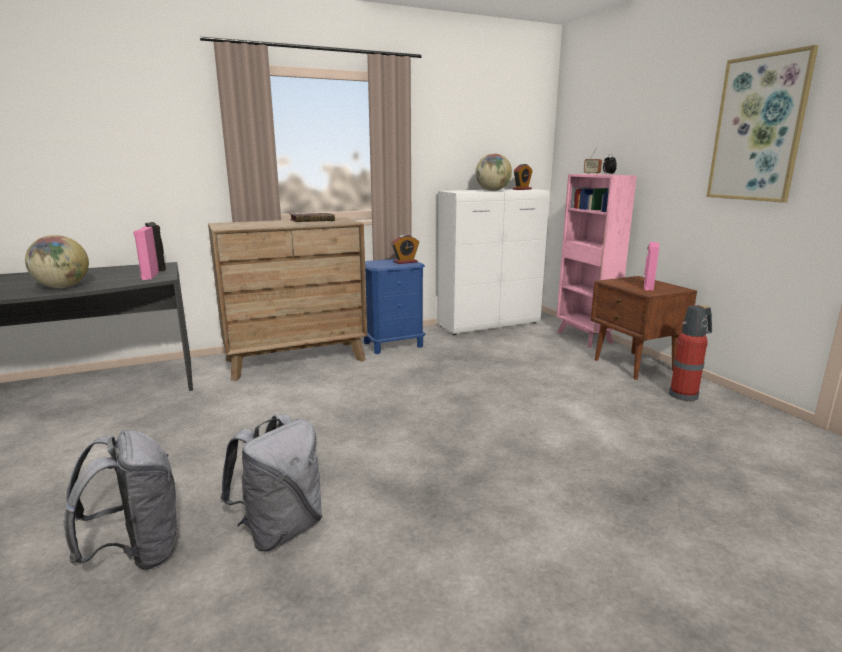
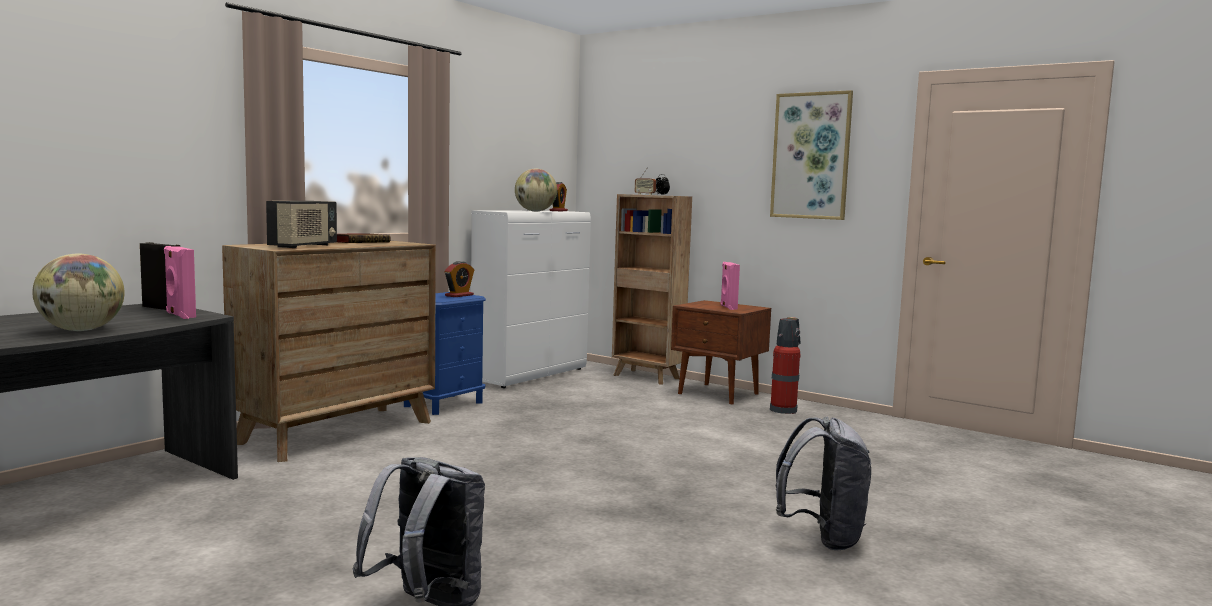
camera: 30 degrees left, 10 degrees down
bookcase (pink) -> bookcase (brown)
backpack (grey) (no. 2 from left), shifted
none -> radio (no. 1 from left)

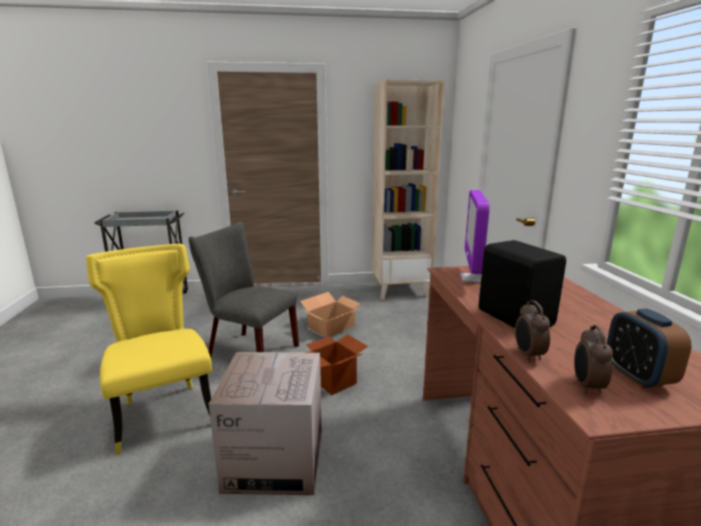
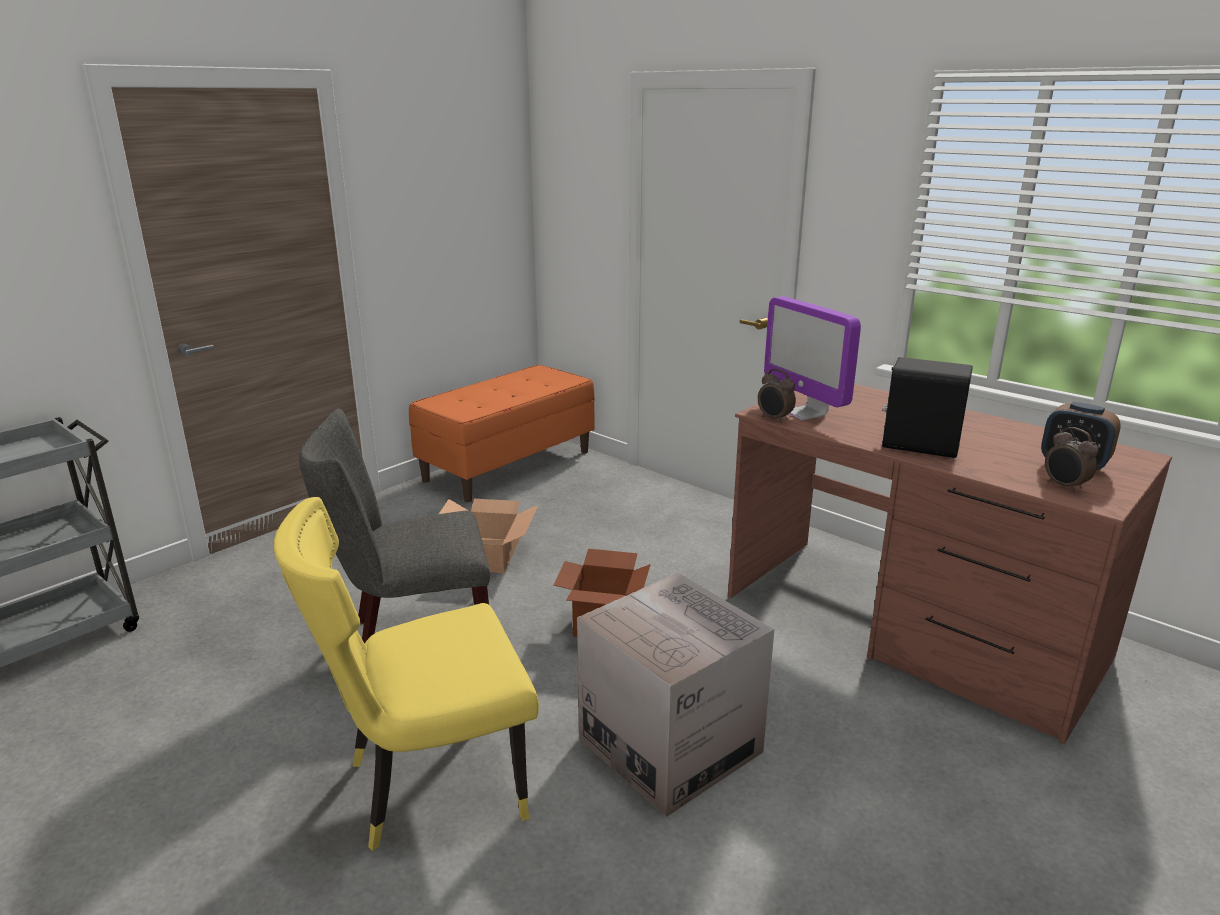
camera: 40 degrees left, 5 degrees up
bookcase (beige) -> bench (orange)
chair (yellow), 45 degrees counterclockwise
alarm clock (no. 1 from left), shifted

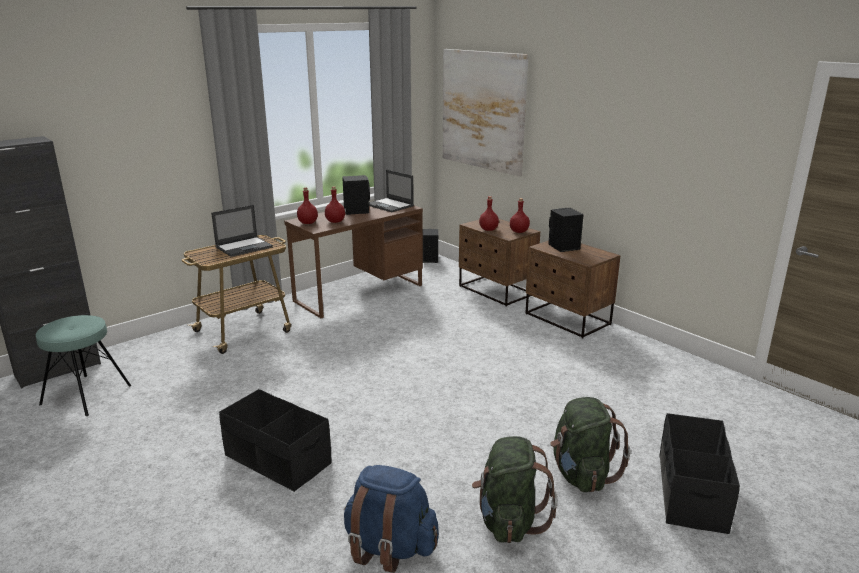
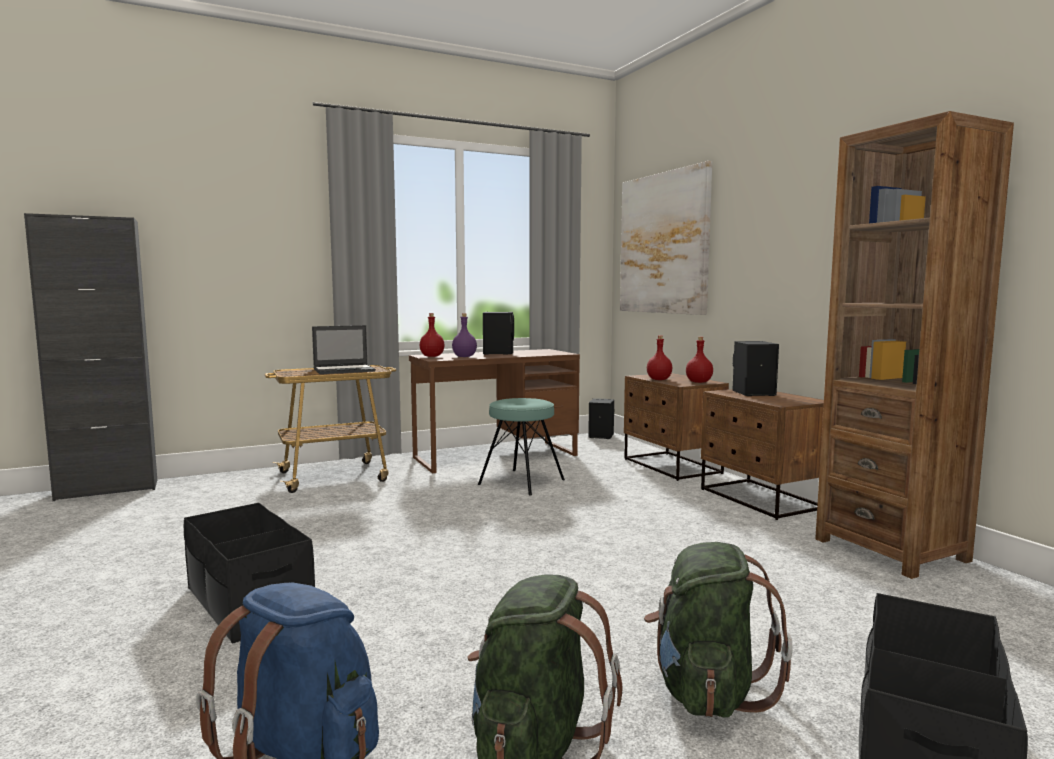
camera: 15 degrees right, 15 degrees down
laptop (no. 2 from left) -> none
bottle (red) (no. 2 from left) -> bottle (purple)
stool (turquoise), shifted
none -> bookcase (brown)

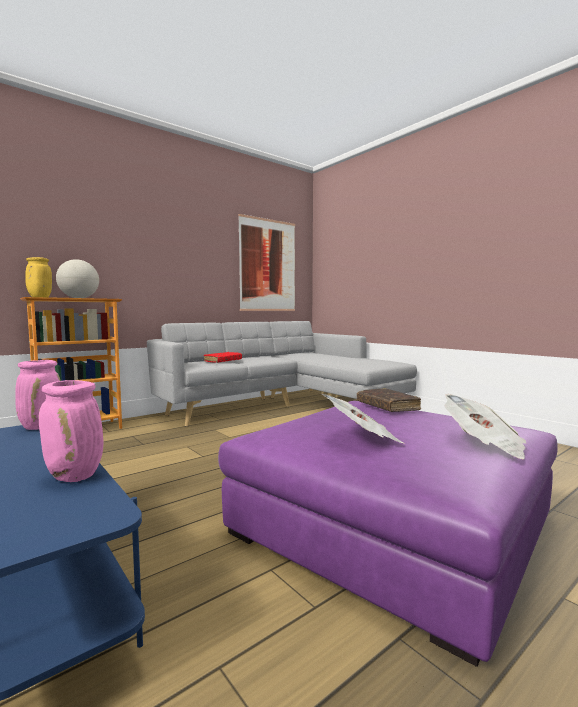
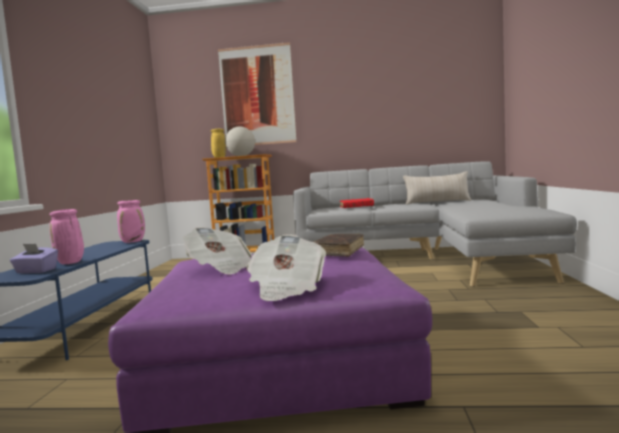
camera: 45 degrees right, 0 degrees up
picture, shifted
none -> pillow (beige)
none -> tissue box (purple)

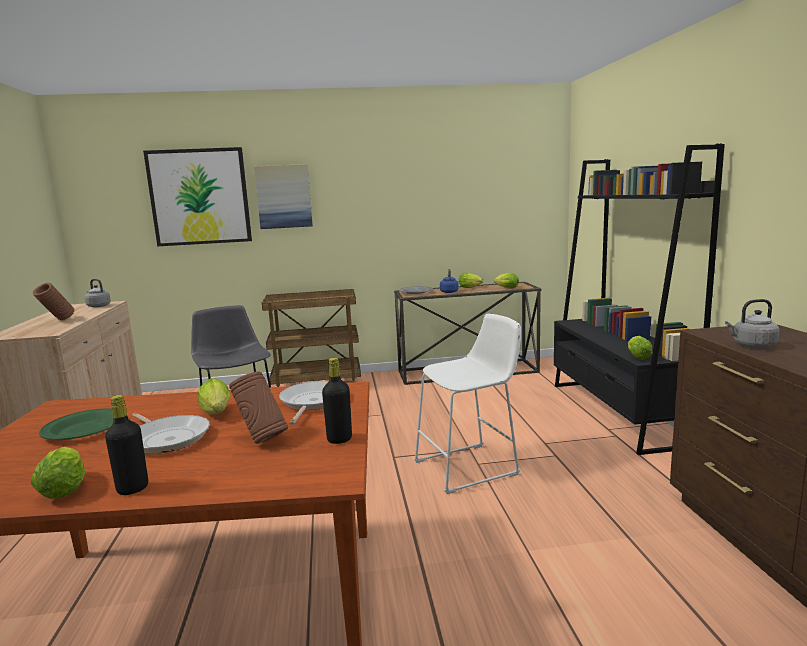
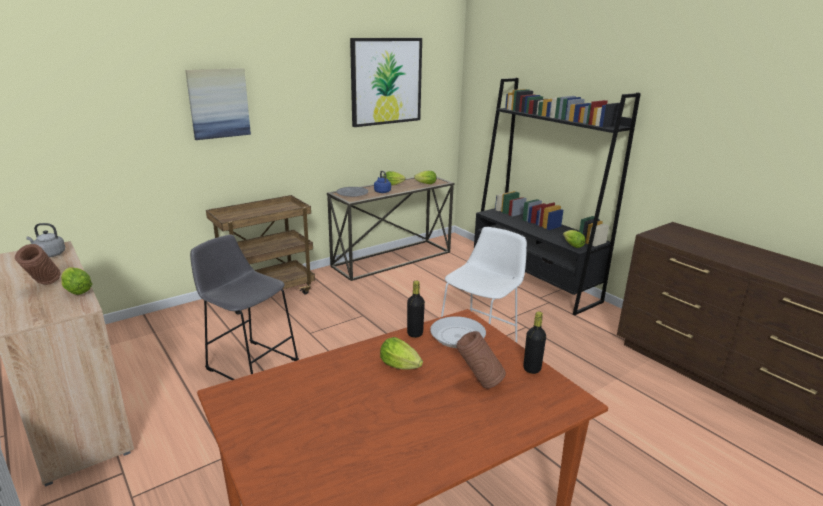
camera: 30 degrees left, 10 degrees up
picture (no. 1 from left in the first image) -> picture (no. 2 from left), shifted
kettle (grey) (no. 2 from left) -> none
bottle (black) (no. 1 from left), shifted
plate (green) -> none
frying pan (no. 1 from left) -> none
lettuce (no. 1 from left), shifted

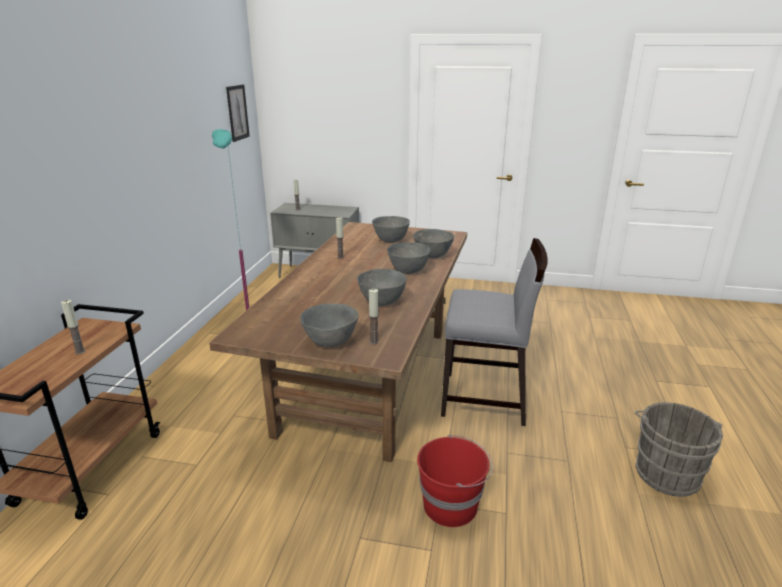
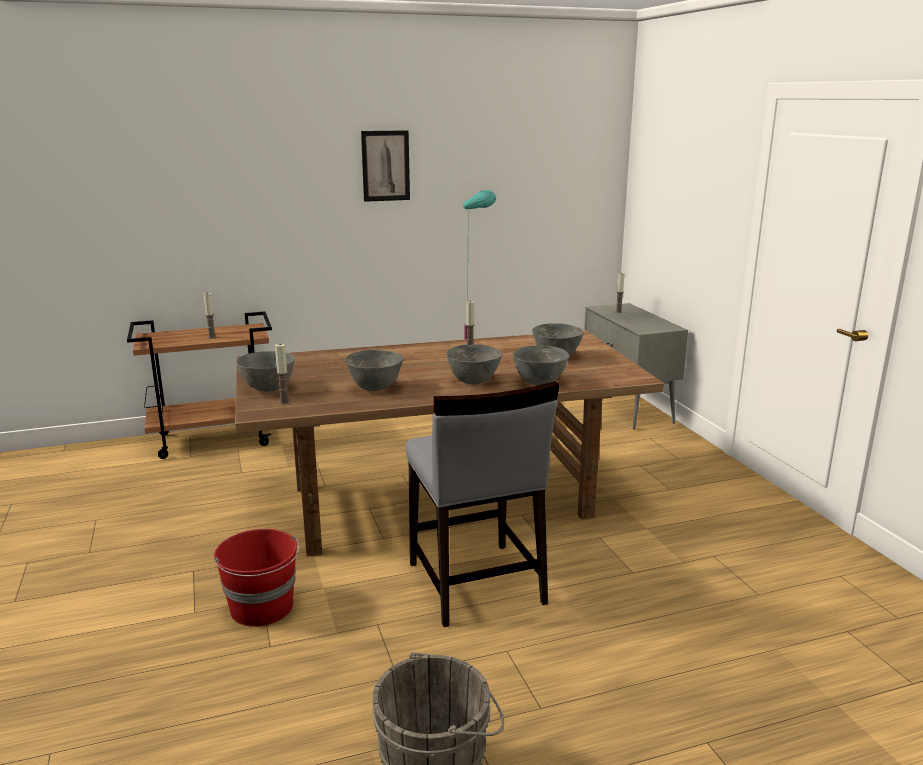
camera: 60 degrees right, 5 degrees down
picture, shifted

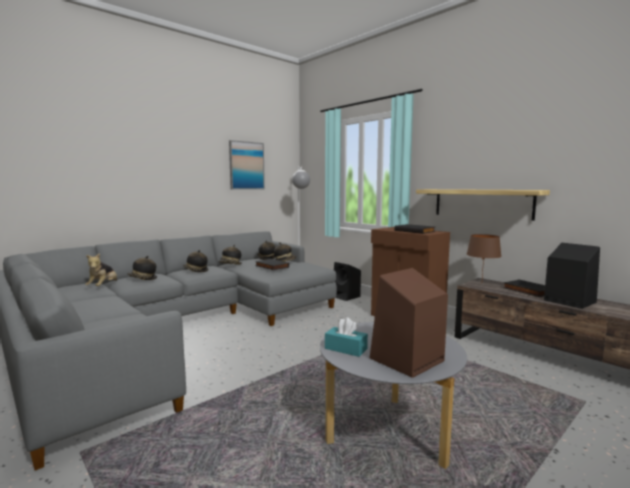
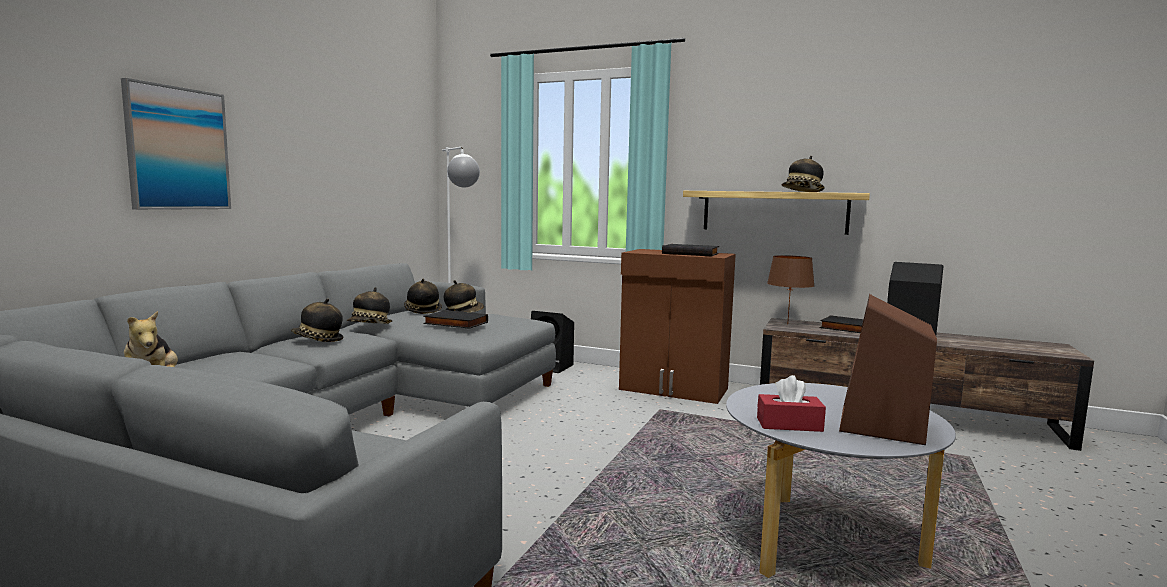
camera: 25 degrees left, 0 degrees up
picture, shifted
hat (no. 1 from left in the first image) -> hat (no. 5 from left), shifted
tissue box (turquoise) -> tissue box (red)

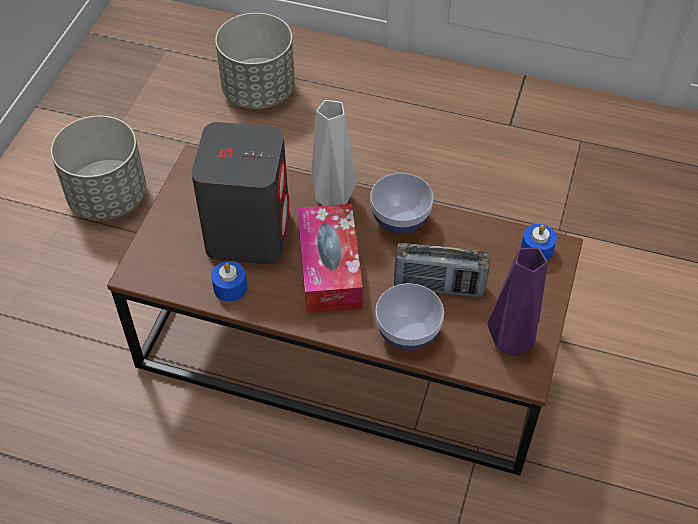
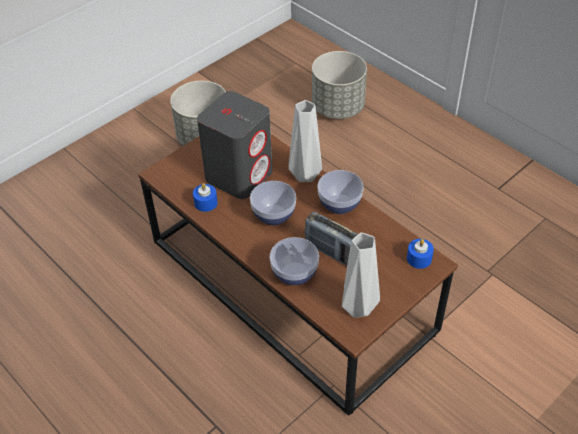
camera: 30 degrees right, 5 degrees down
tissue box -> bowl (no. 1 from left)
vase (purple) -> vase (grey) (no. 2 from left)

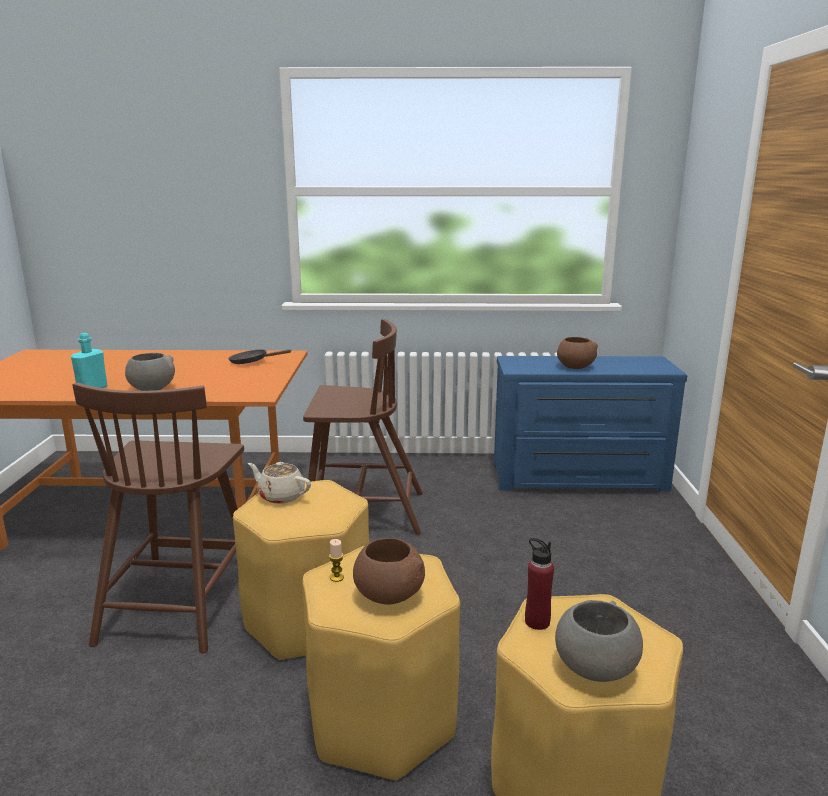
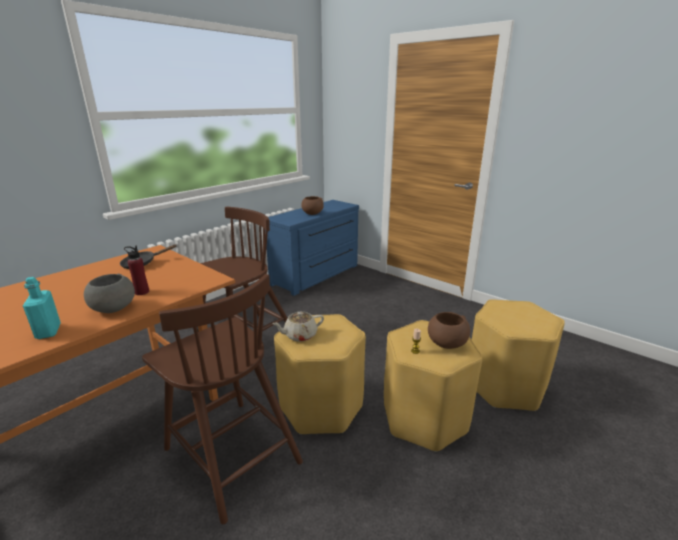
camera: 50 degrees left, 5 degrees up
bottle (red), shifted
bowl (grey) (no. 2 from left) -> none

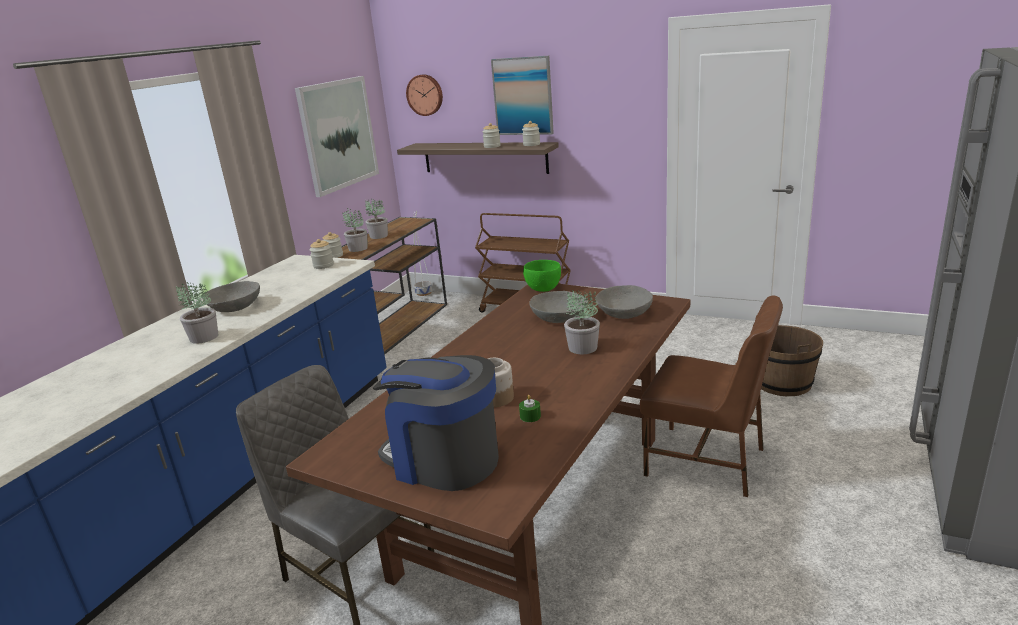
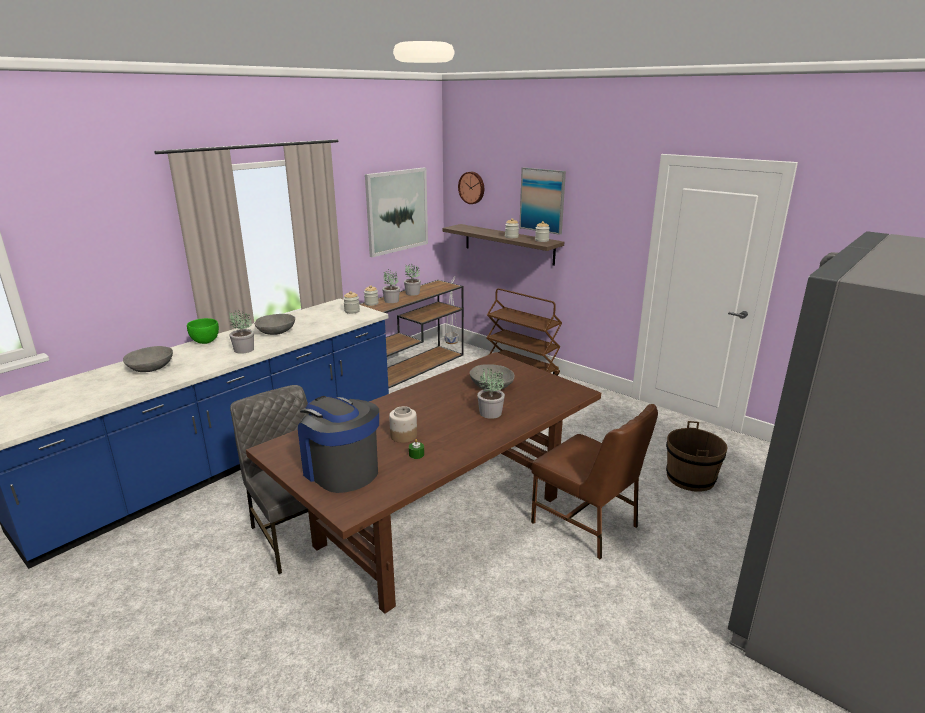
camera: 15 degrees right, 0 degrees up
bowl (green), shifted
bowl (grey) (no. 3 from left in the first image) -> bowl (grey) (no. 1 from left), shifted

